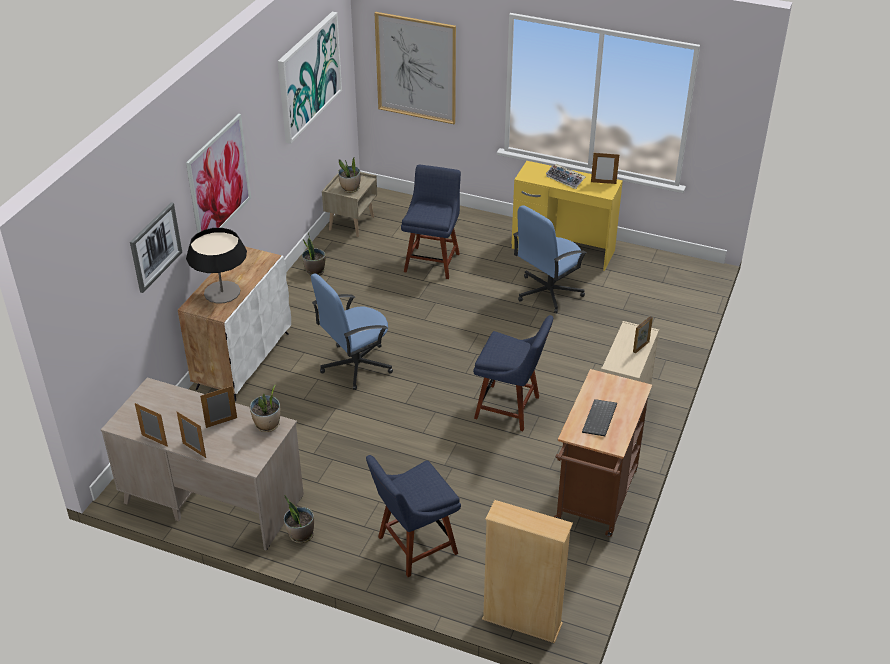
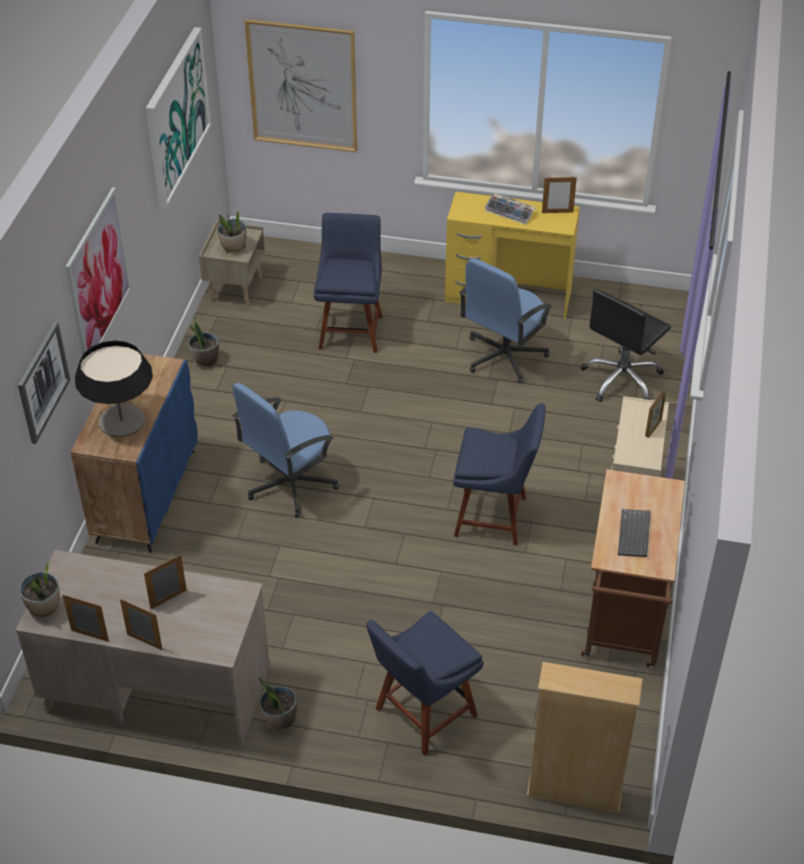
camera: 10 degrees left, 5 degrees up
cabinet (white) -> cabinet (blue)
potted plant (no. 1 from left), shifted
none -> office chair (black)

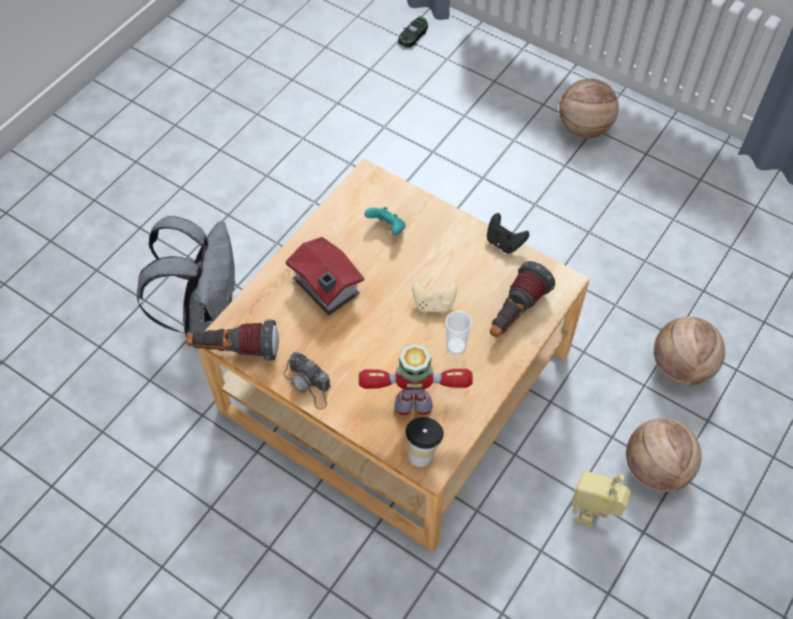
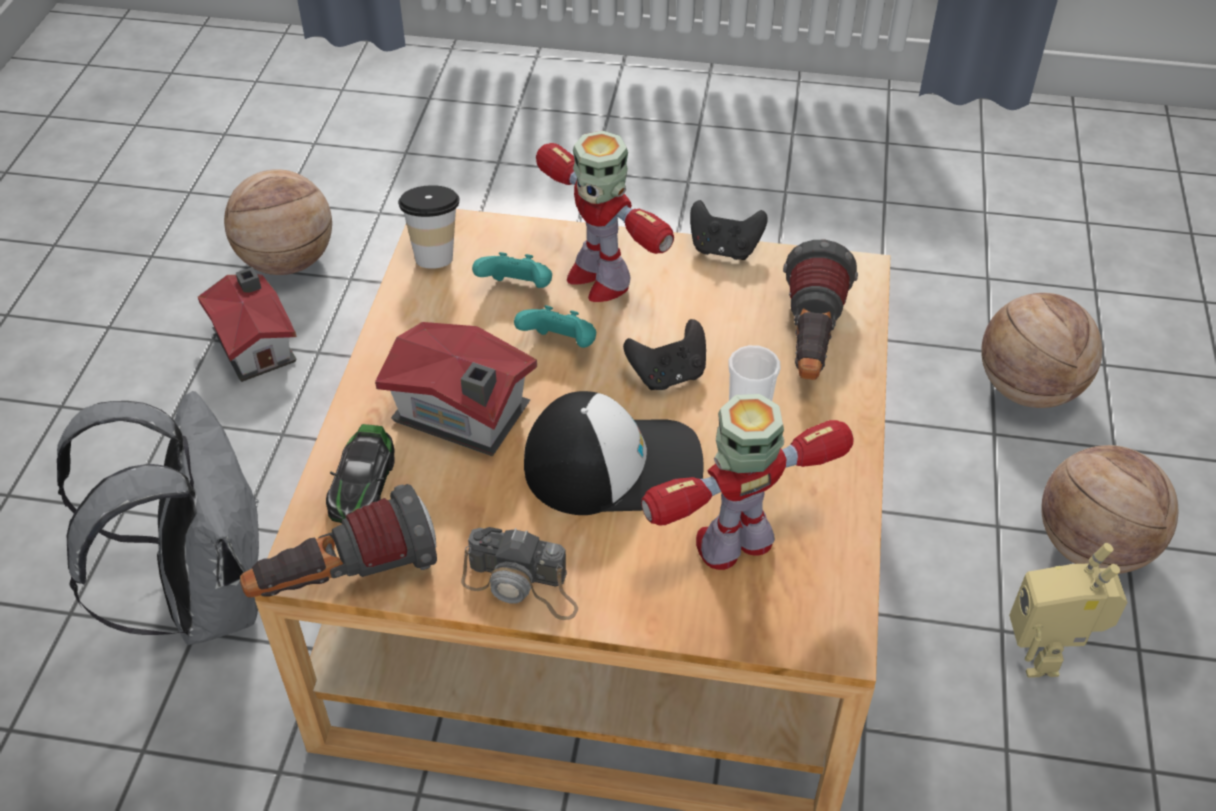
camera: 25 degrees left, 10 degrees down
toy car, shifted
basketball (no. 1 from left), shifted
game controller (beige) -> game controller (black) (no. 1 from left)
cup (no. 1 from left), shifted
none -> toy robot (no. 1 from left)
none -> toy house (no. 1 from left)
none -> game controller (turquoise) (no. 2 from left)
none -> cap

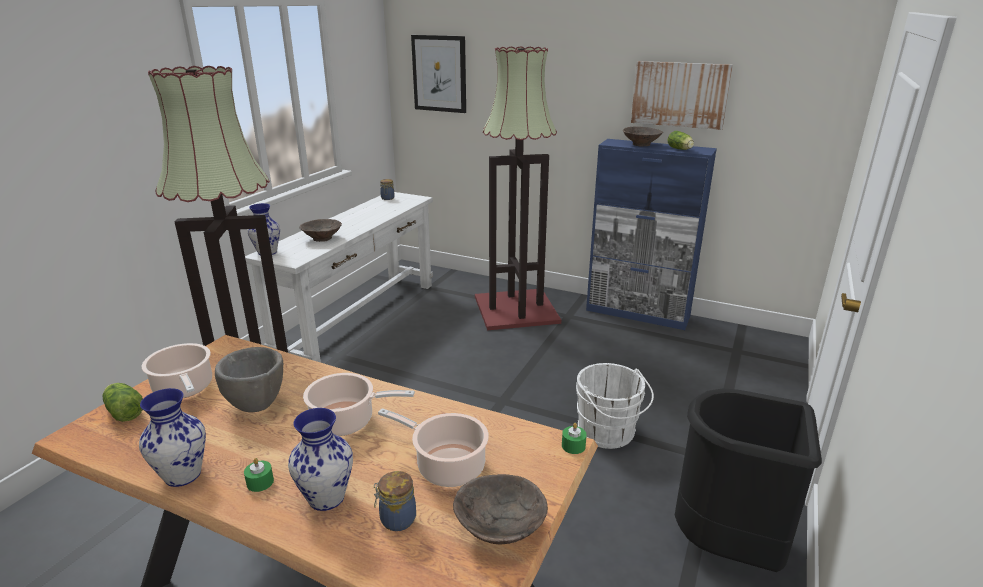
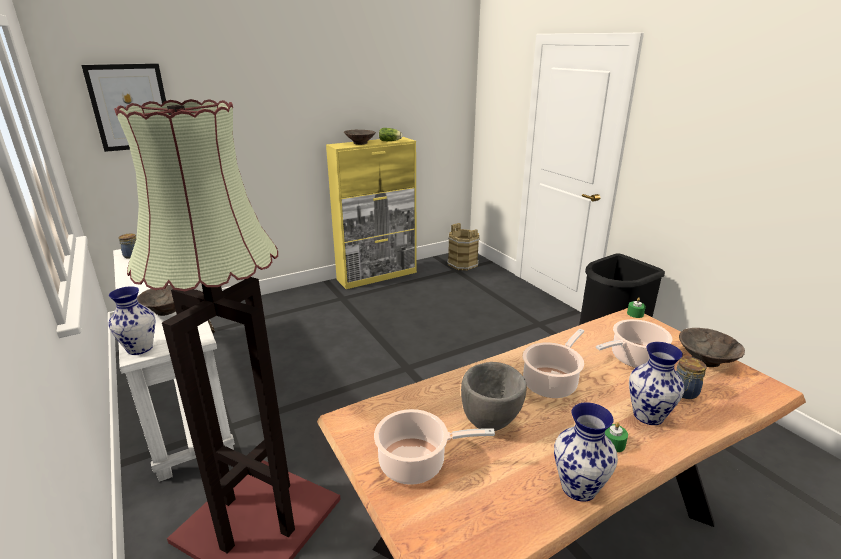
camera: 55 degrees left, 0 degrees up
floor lamp (no. 2 from left) -> none
picture (no. 2 from left) -> none
cabinet (blue) -> cabinet (yellow)
bucket (white) -> none
lettuce (no. 1 from left) -> none
none -> bucket (brown)

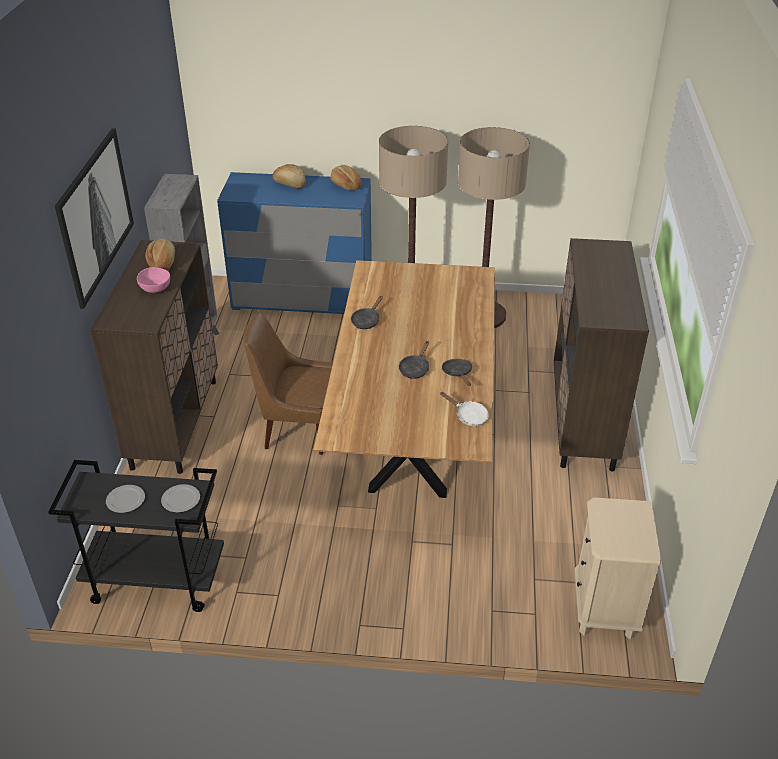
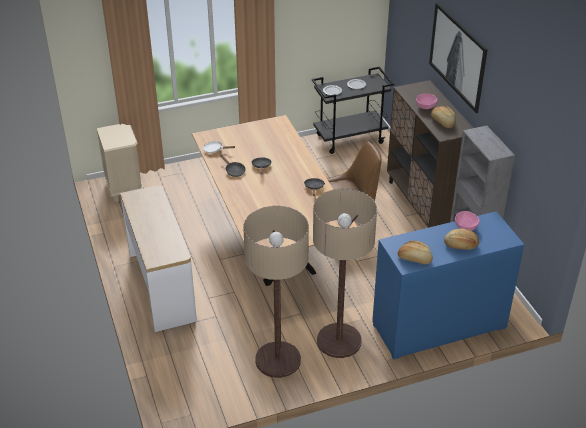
camera: 155 degrees right, 0 degrees up
cabinet (brown) (no. 2 from left) -> console table
none -> bowl (pink) (no. 2 from left)

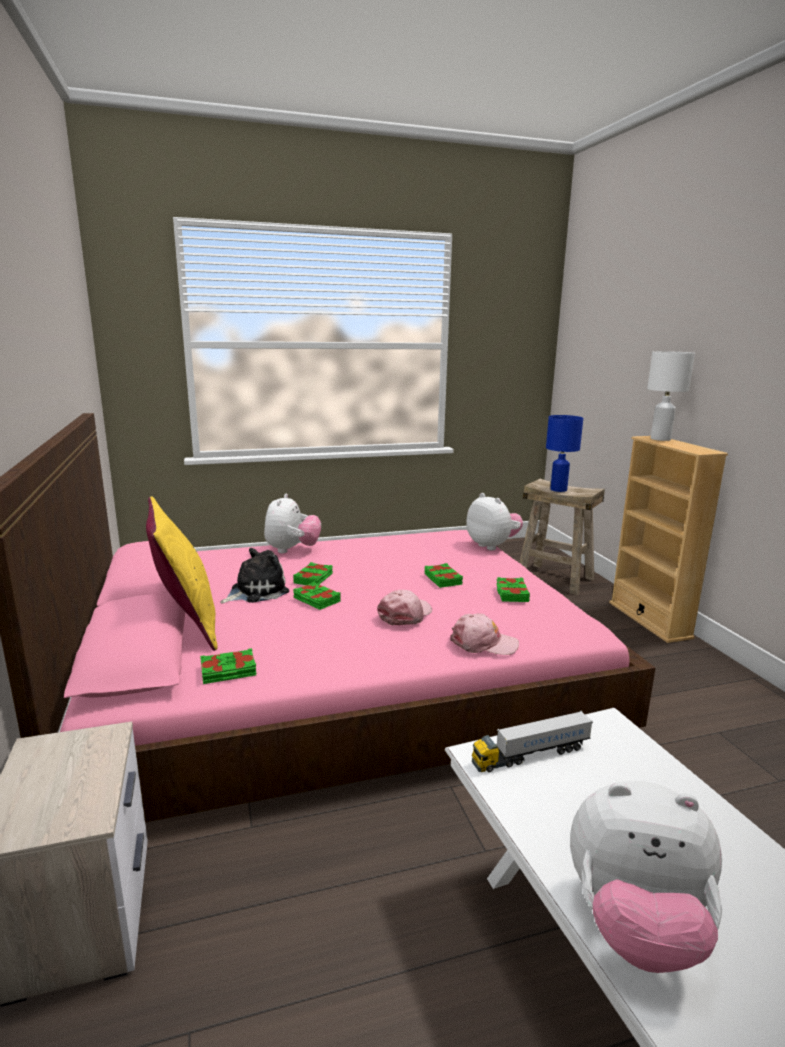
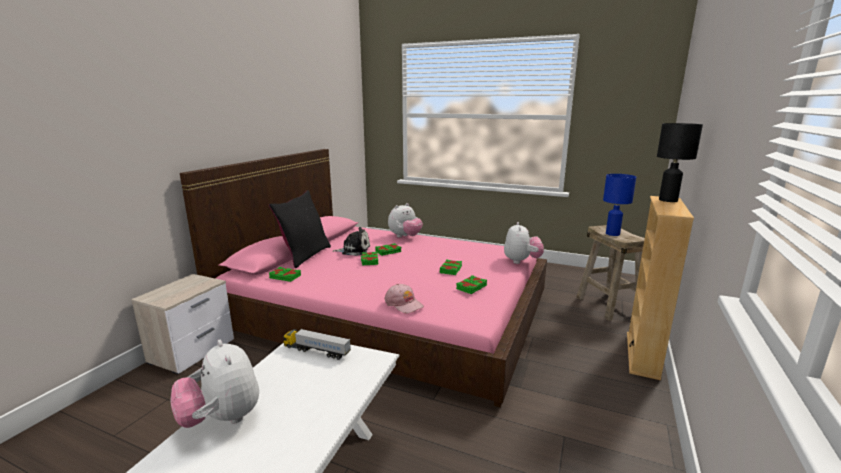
camera: 40 degrees right, 0 degrees up
table lamp (white) -> table lamp (black)
pillow (yellow) -> pillow (black)
cap (pink) (no. 1 from left) -> none

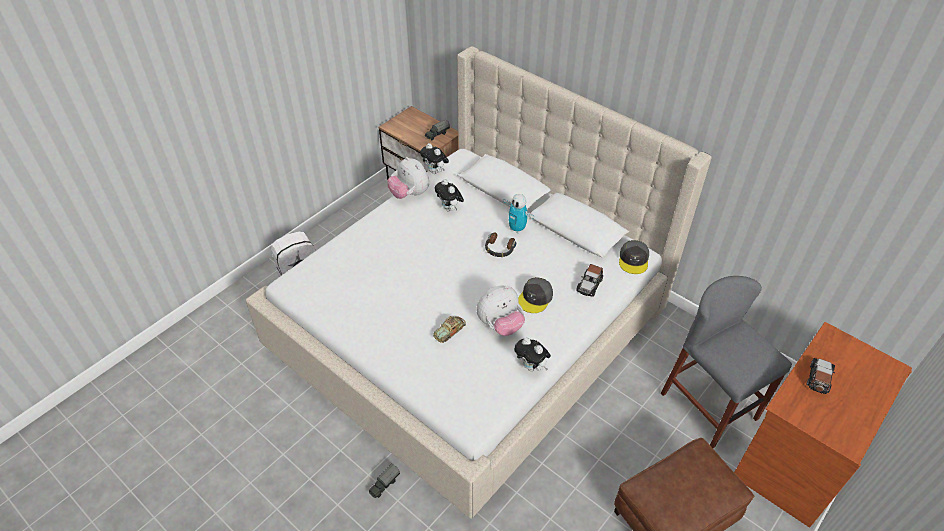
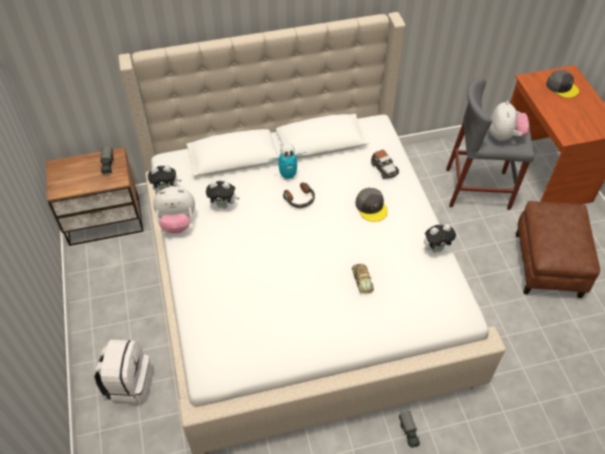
camera: 55 degrees left, 5 degrees up
cap (grey) (no. 2 from left), shifted
plush toy (no. 4 from left in the first image) -> plush toy (no. 5 from left), shifted
toy car (no. 3 from left) -> none

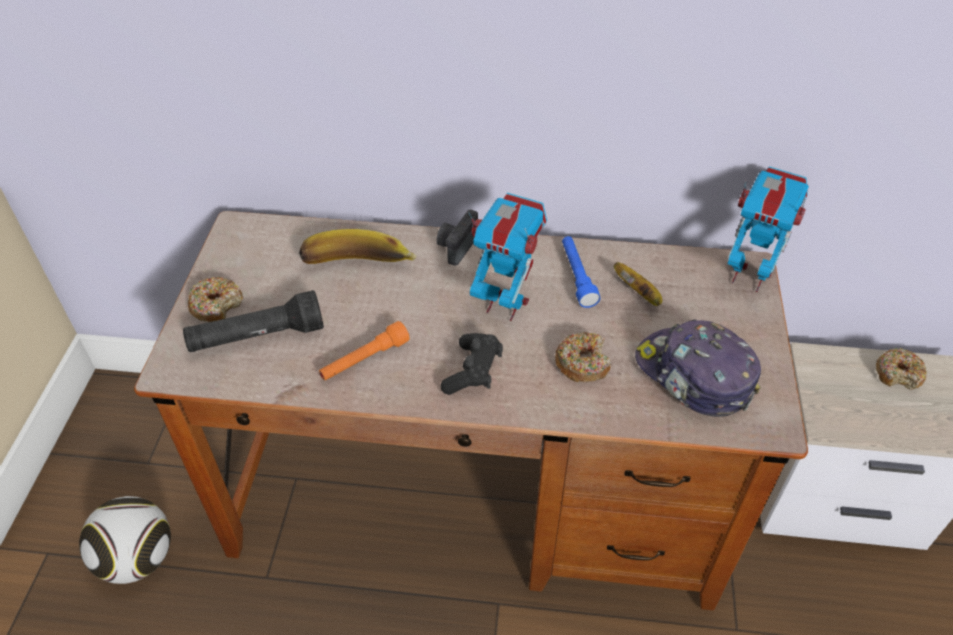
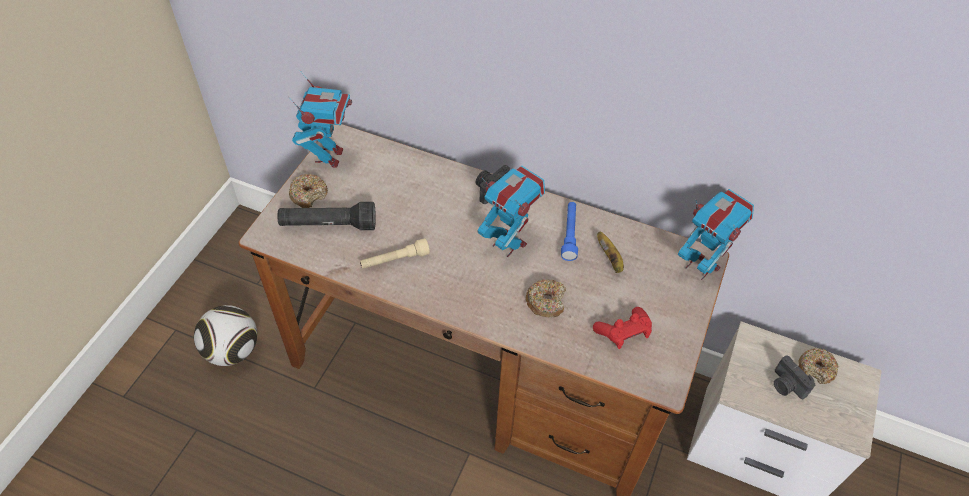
camera: 15 degrees right, 5 degrees up
banana (no. 1 from left) -> none
cap -> game controller (red)
flashlight (orange) -> flashlight (beige)
game controller (black) -> none
none -> toy robot (no. 1 from left)
none -> photo camera (no. 2 from left)

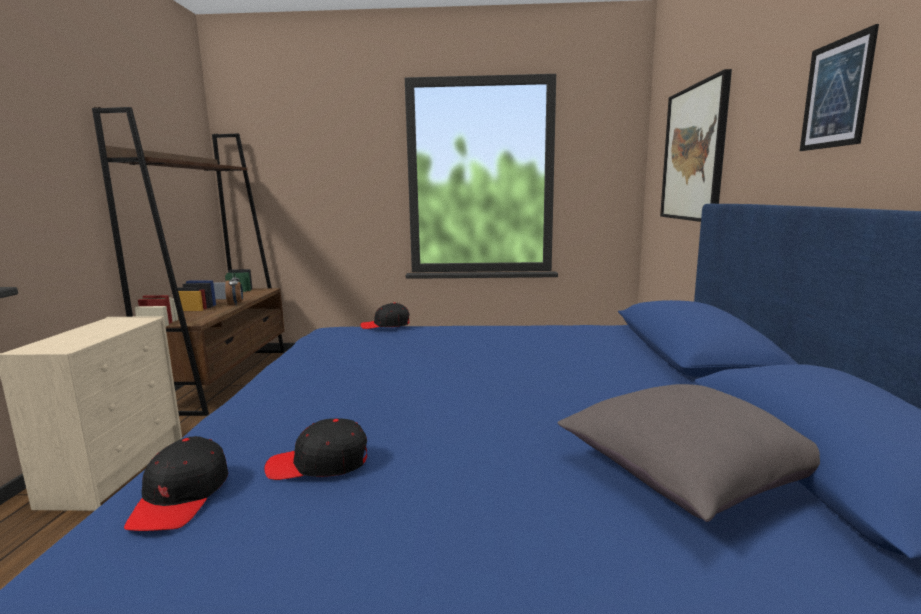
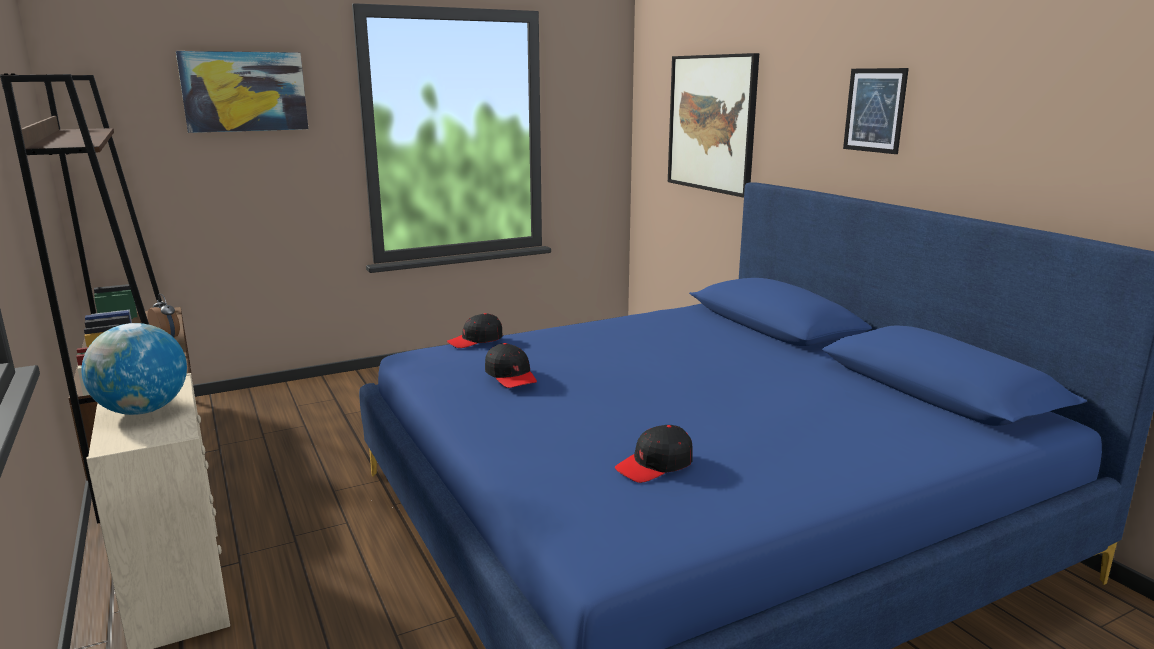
camera: 30 degrees left, 5 degrees up
pillow (grey) -> none
cap (black) (no. 1 from left in the first image) -> cap (black) (no. 2 from left), shifted
none -> picture (no. 1 from left)
none -> globe

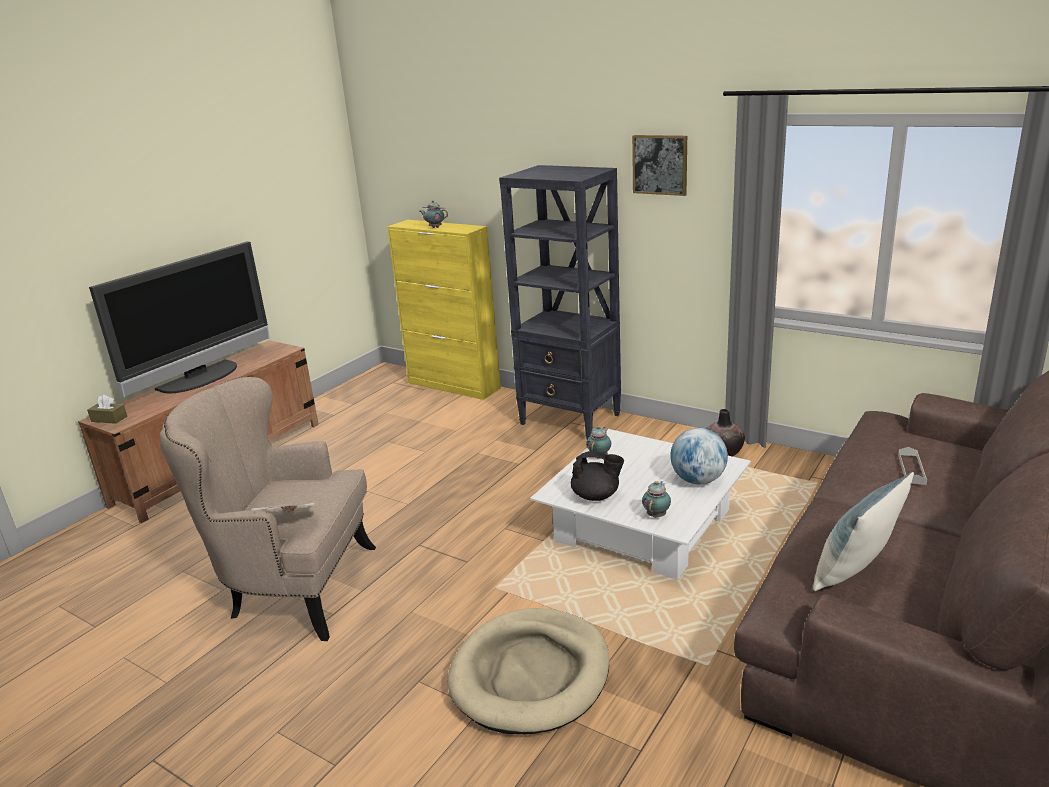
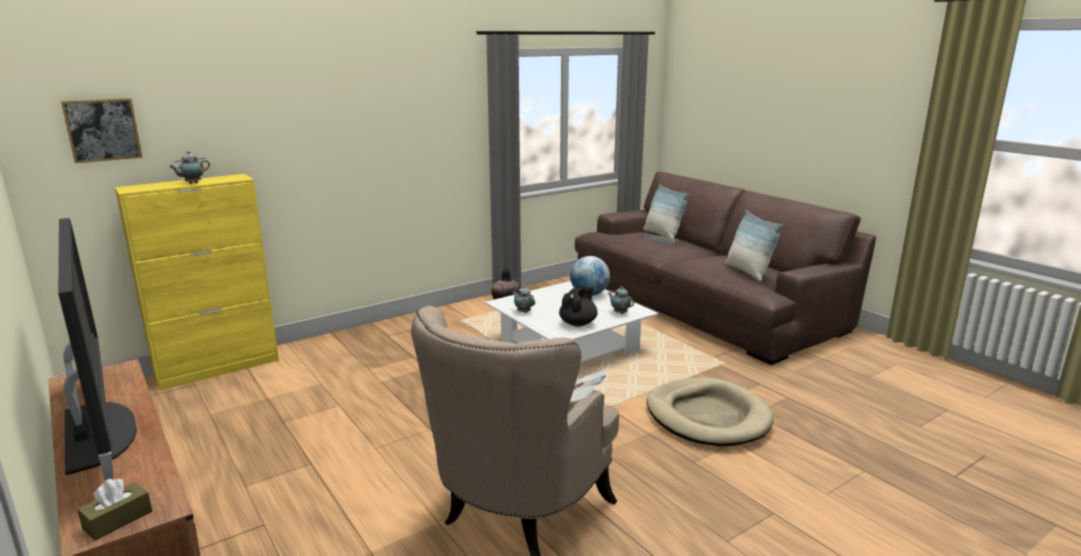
camera: 70 degrees left, 5 degrees down
picture, shifted
bookcase (black) -> none
none -> pillow (no. 1 from left)

